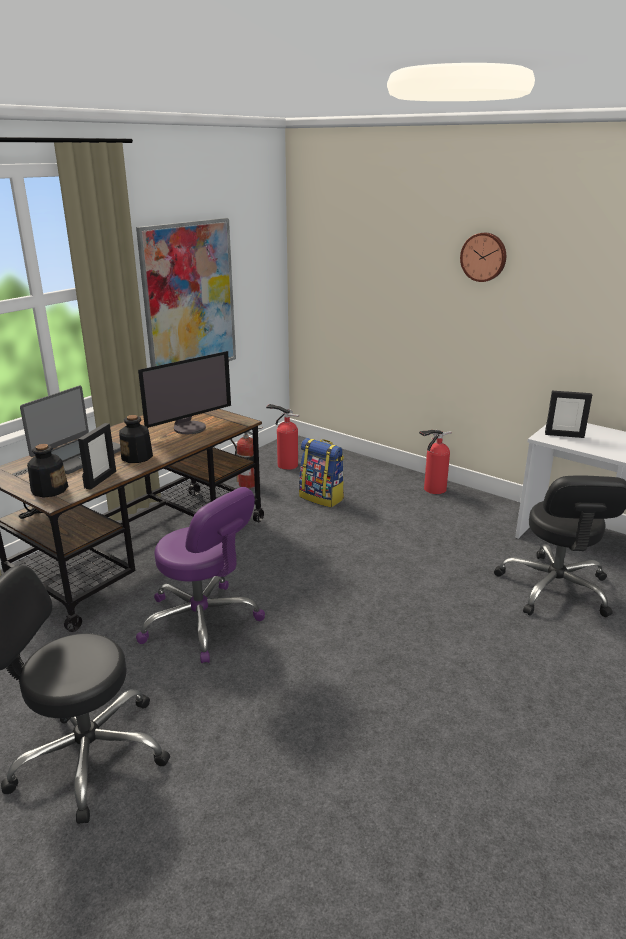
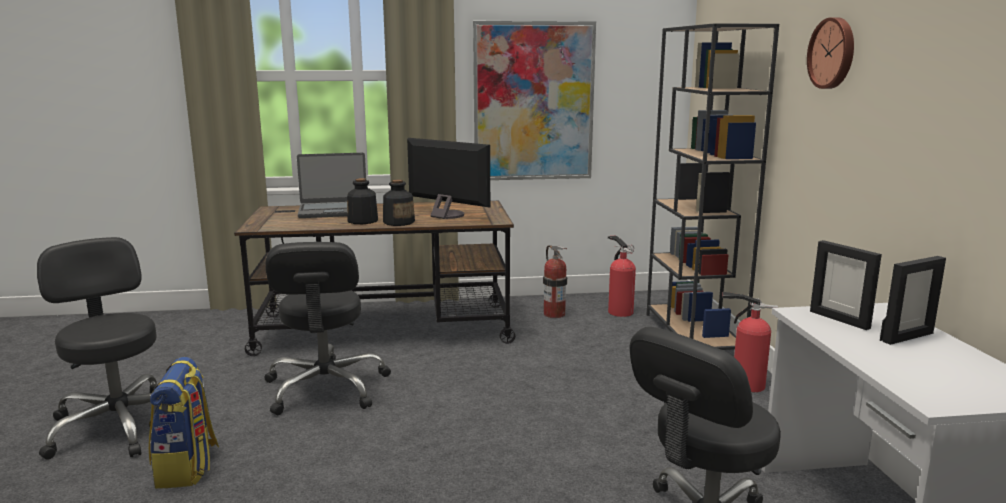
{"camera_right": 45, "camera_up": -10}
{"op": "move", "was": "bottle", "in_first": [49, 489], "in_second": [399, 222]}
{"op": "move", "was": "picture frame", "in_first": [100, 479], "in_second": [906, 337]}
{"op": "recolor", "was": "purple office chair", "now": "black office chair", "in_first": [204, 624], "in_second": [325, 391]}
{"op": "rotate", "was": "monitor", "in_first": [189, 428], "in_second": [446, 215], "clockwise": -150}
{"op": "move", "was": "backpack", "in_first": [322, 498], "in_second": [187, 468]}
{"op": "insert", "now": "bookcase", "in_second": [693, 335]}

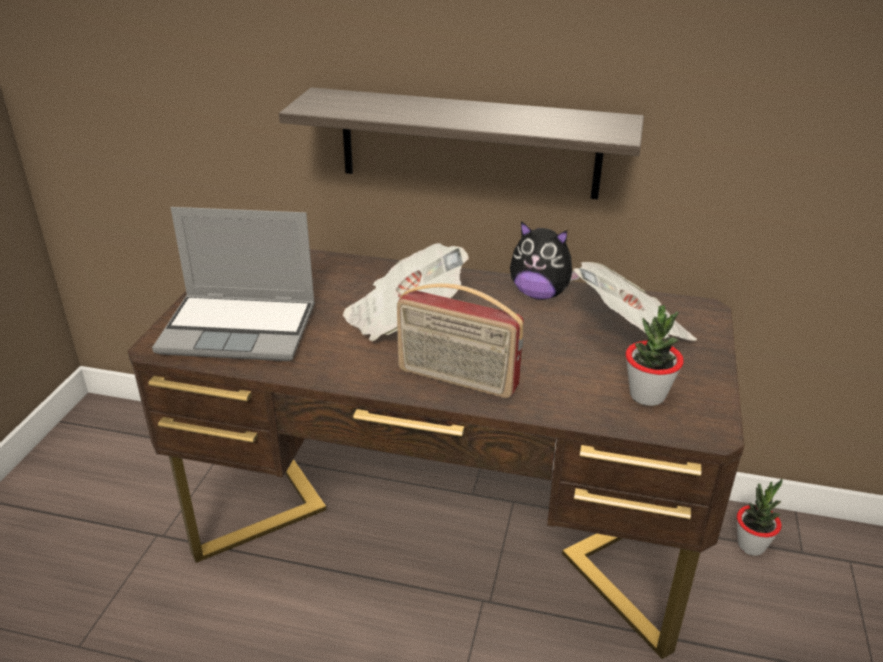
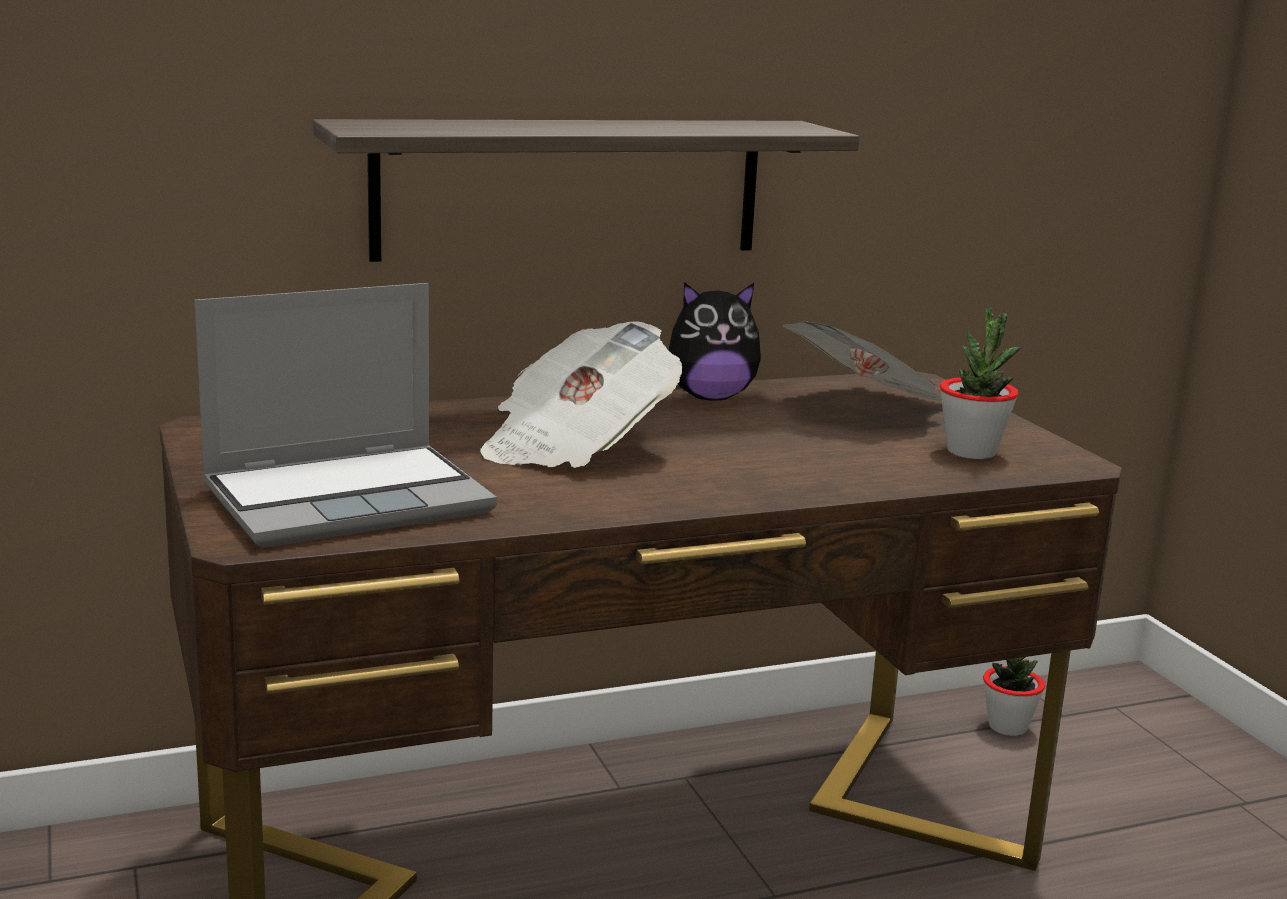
{"camera_right": -35, "camera_up": -15}
{"op": "delete", "was": "radio", "in_first": [456, 379]}

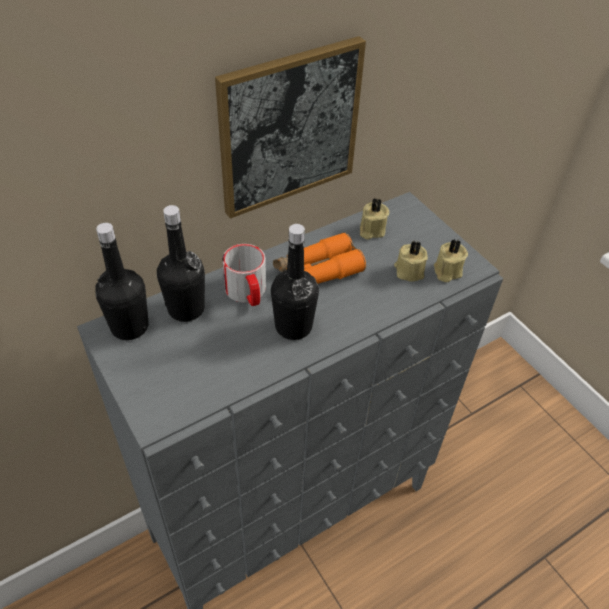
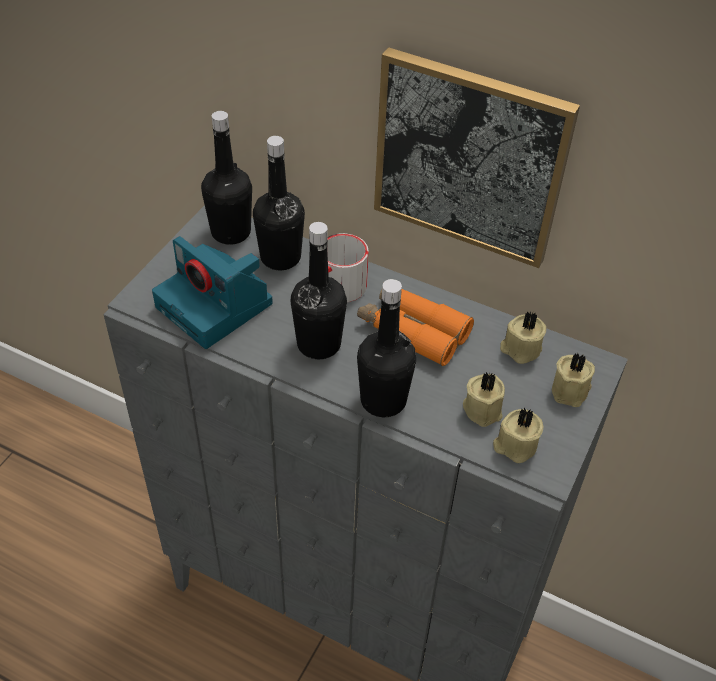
{"camera_right": 60, "camera_up": 0}
{"op": "insert", "now": "photo camera", "in_second": [216, 306]}
{"op": "insert", "now": "black bottle", "in_second": [383, 400]}
{"op": "insert", "now": "beige candle", "in_second": [571, 391]}

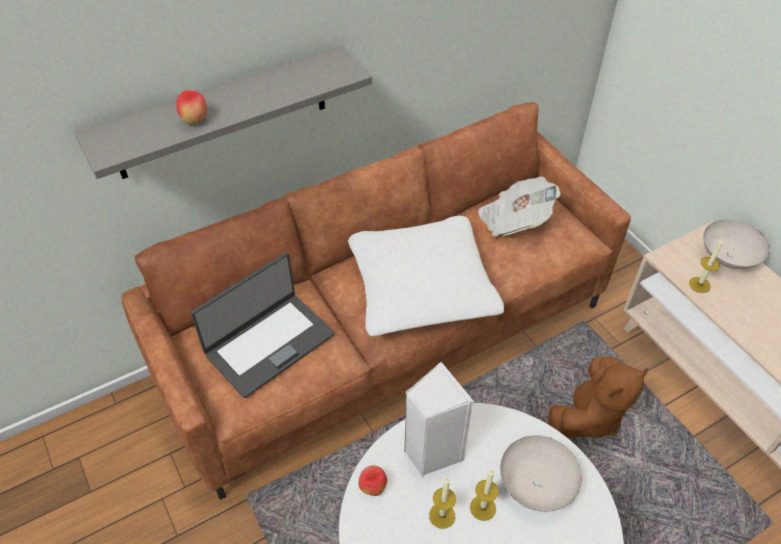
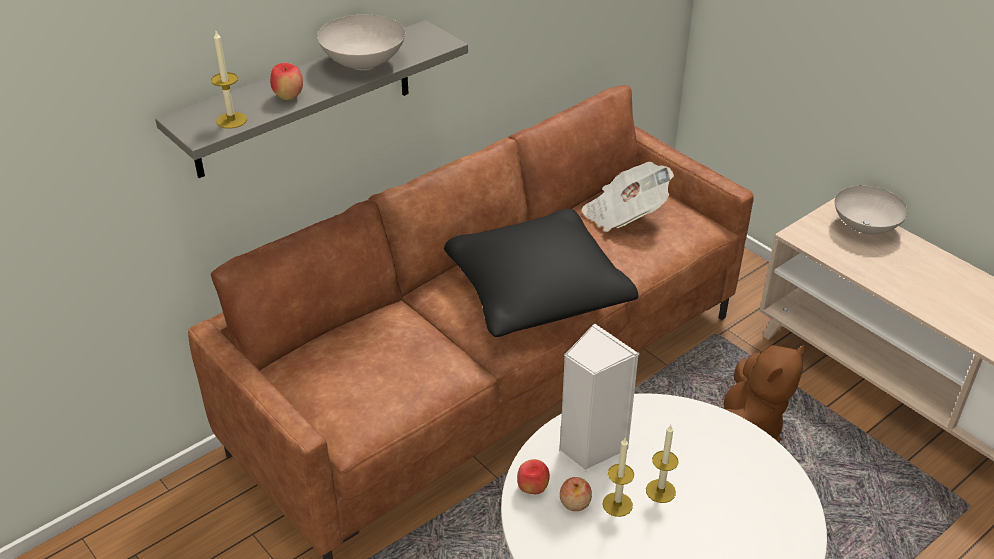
{"camera_right": -10, "camera_up": -10}
{"op": "delete", "was": "laptop", "in_first": [269, 343]}
{"op": "recolor", "was": "white pillow", "now": "black pillow", "in_first": [421, 288], "in_second": [536, 291]}
{"op": "move", "was": "white bowl", "in_first": [537, 486], "in_second": [364, 64]}
{"op": "move", "was": "candle", "in_first": [699, 285], "in_second": [231, 120]}
{"op": "insert", "now": "apple", "in_second": [575, 502]}

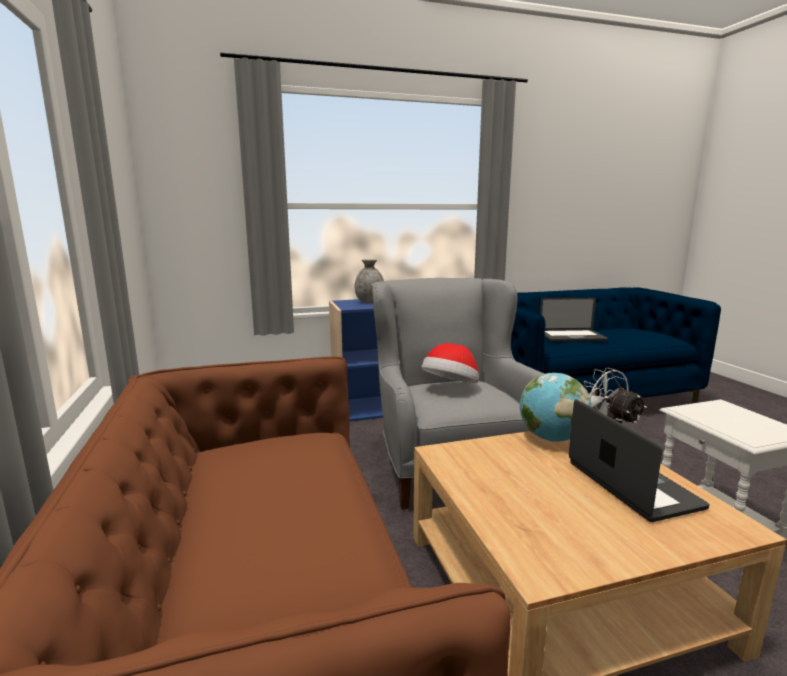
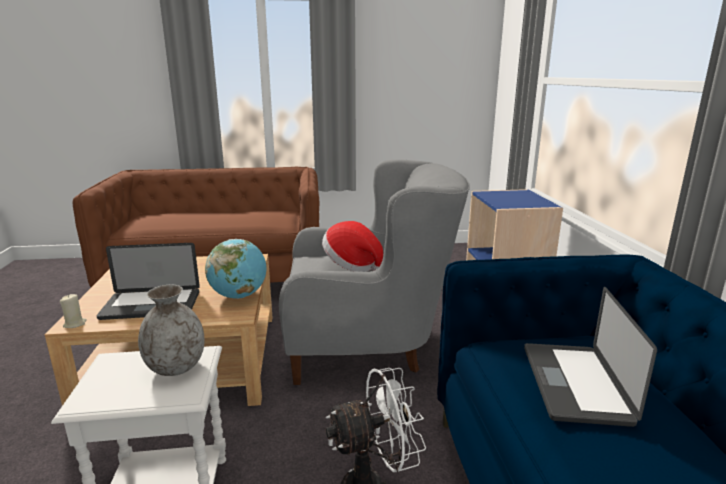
{"camera_right": 100, "camera_up": 5}
{"op": "move", "was": "grey vase", "in_first": [370, 302], "in_second": [175, 367]}
{"op": "insert", "now": "beige candle", "in_second": [75, 324]}

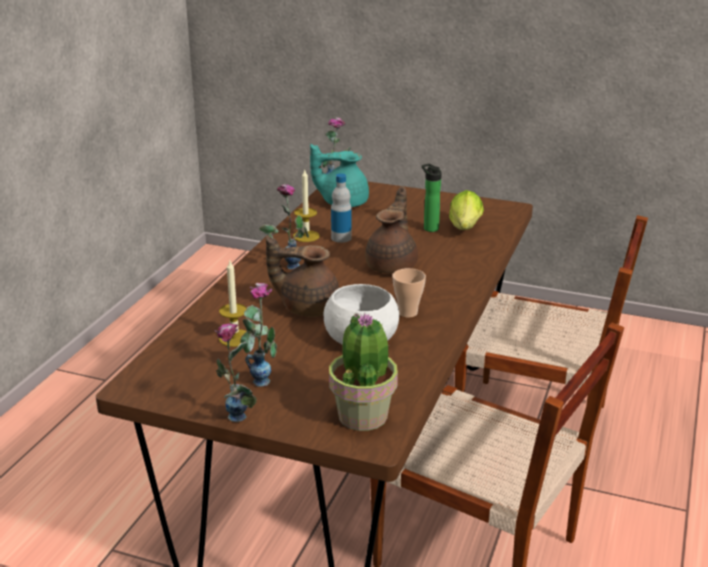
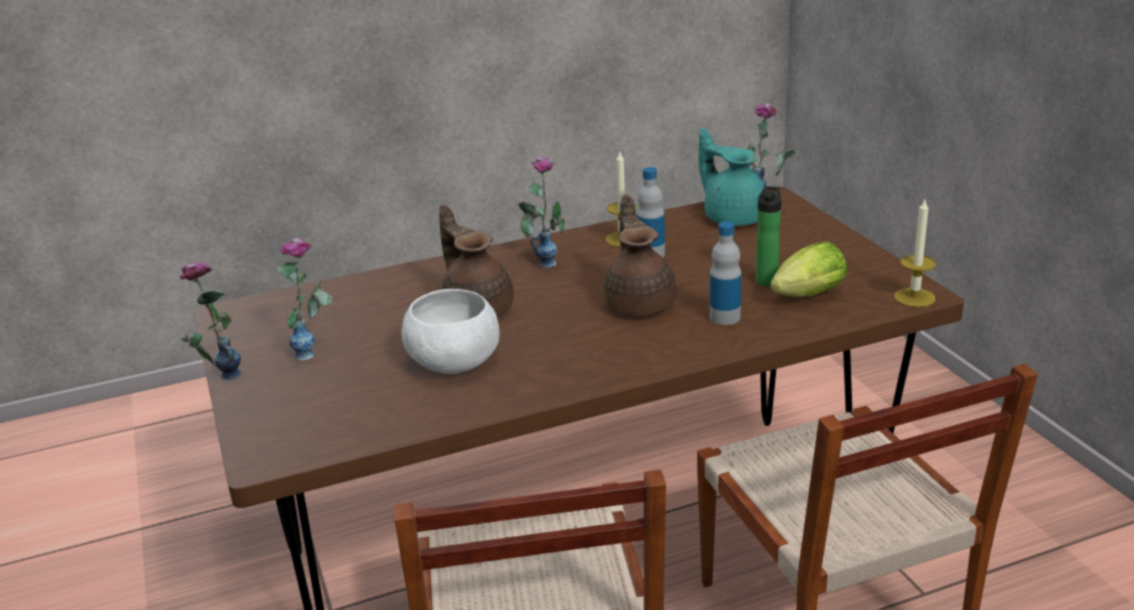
{"camera_right": 50, "camera_up": 0}
{"op": "move", "was": "candle", "in_first": [235, 338], "in_second": [914, 297]}
{"op": "delete", "was": "potted plant", "in_first": [363, 415]}
{"op": "rotate", "was": "brown teapot", "in_first": [393, 265], "in_second": [640, 303], "clockwise": -75}
{"op": "delete", "was": "cup", "in_first": [408, 313]}
{"op": "insert", "now": "bottle", "in_second": [725, 317]}

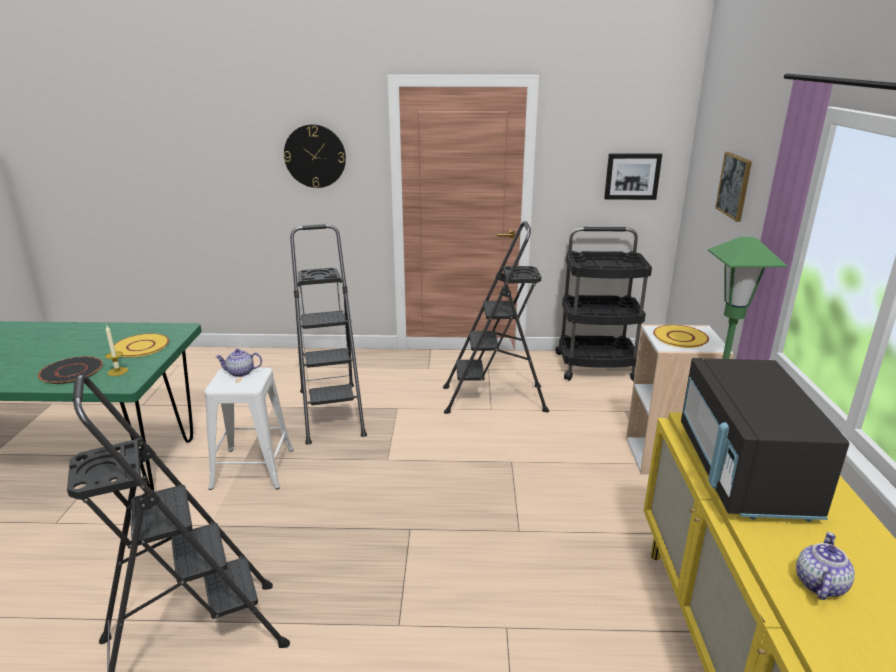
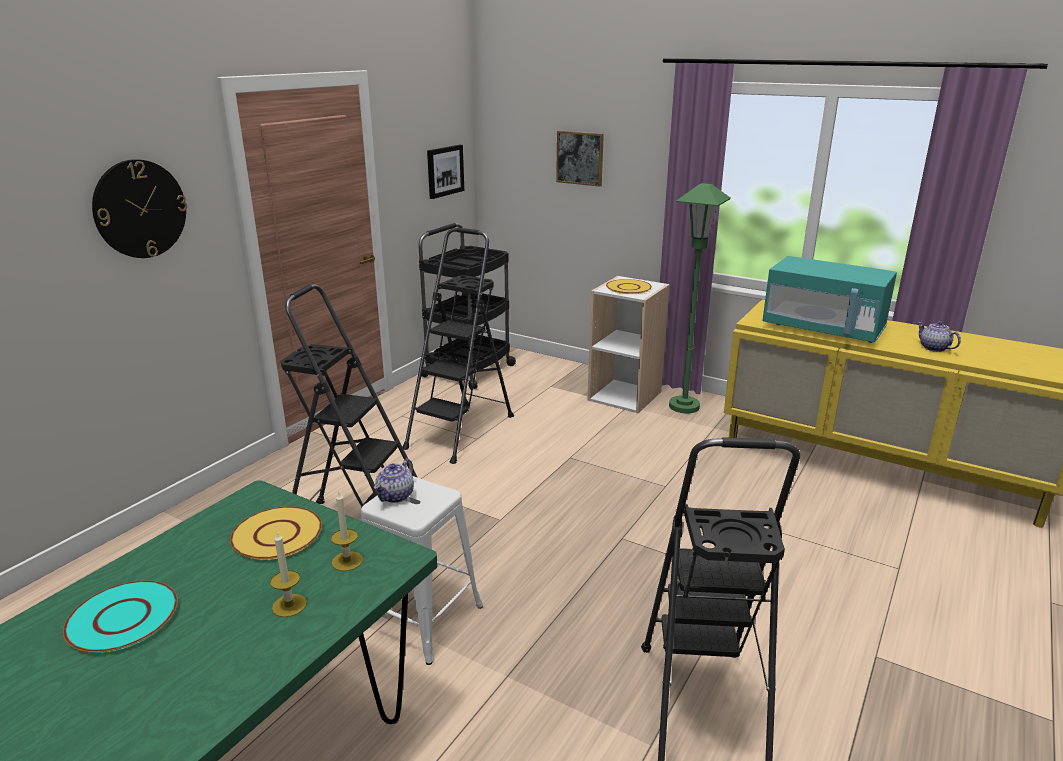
{"camera_right": -60, "camera_up": 0}
{"op": "replace", "was": "black plate", "now": "candle", "in_first": [71, 371], "in_second": [289, 605]}
{"op": "recolor", "was": "black microwave", "now": "turquoise microwave", "in_first": [743, 473], "in_second": [823, 329]}
{"op": "insert", "now": "turquoise plate", "in_second": [122, 617]}

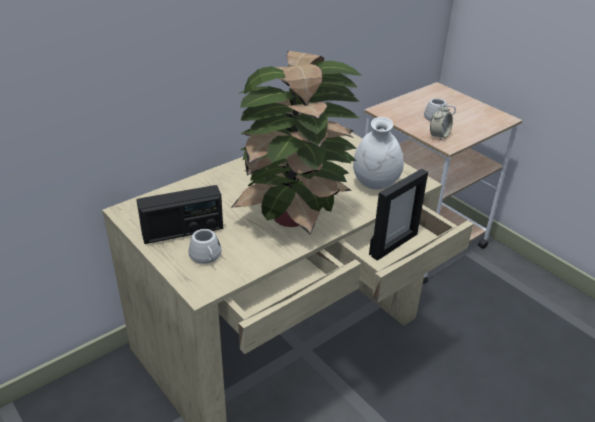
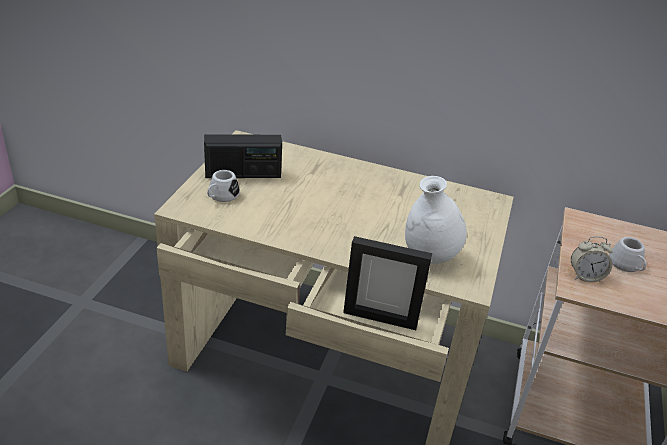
{"camera_right": 55, "camera_up": 0}
{"op": "rotate", "was": "radio", "in_first": [183, 231], "in_second": [243, 174], "clockwise": -45}
{"op": "delete", "was": "potted plant", "in_first": [292, 218]}

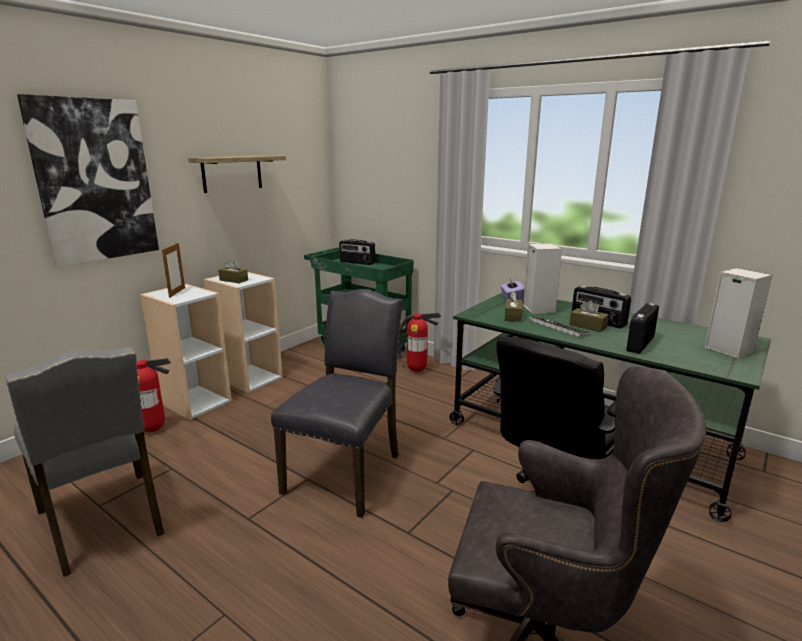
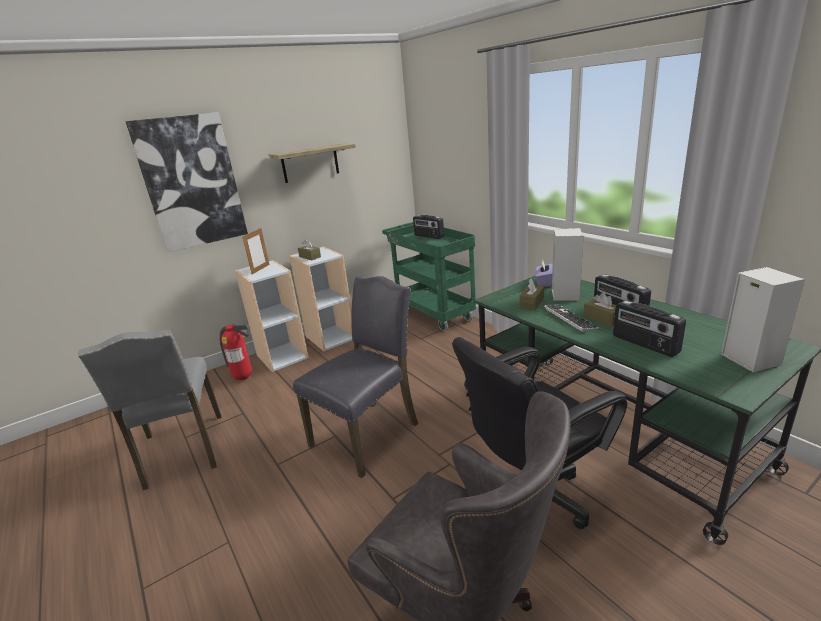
{"camera_right": 20, "camera_up": 5}
{"op": "delete", "was": "fire extinguisher", "in_first": [417, 370]}
{"op": "rotate", "was": "radio", "in_first": [639, 344], "in_second": [644, 344], "clockwise": -90}

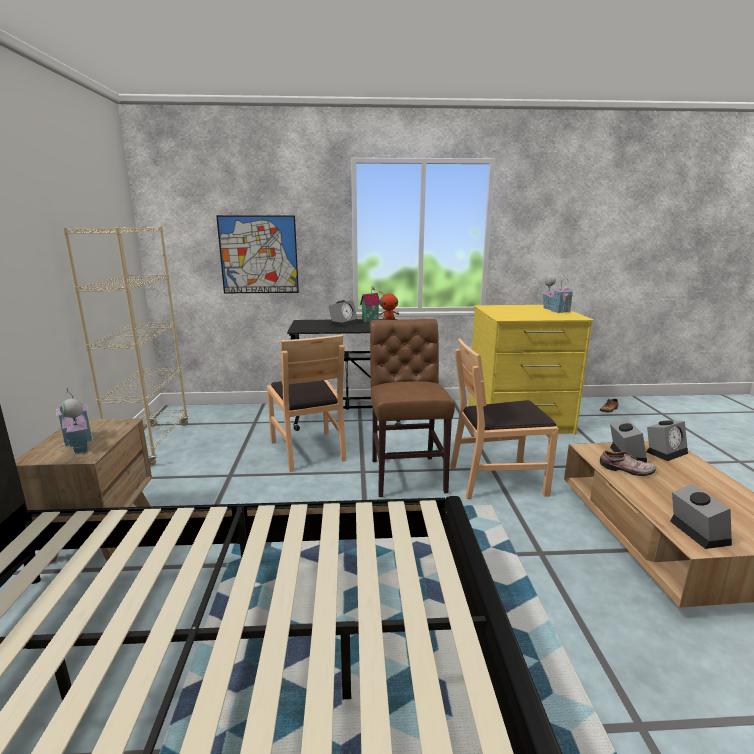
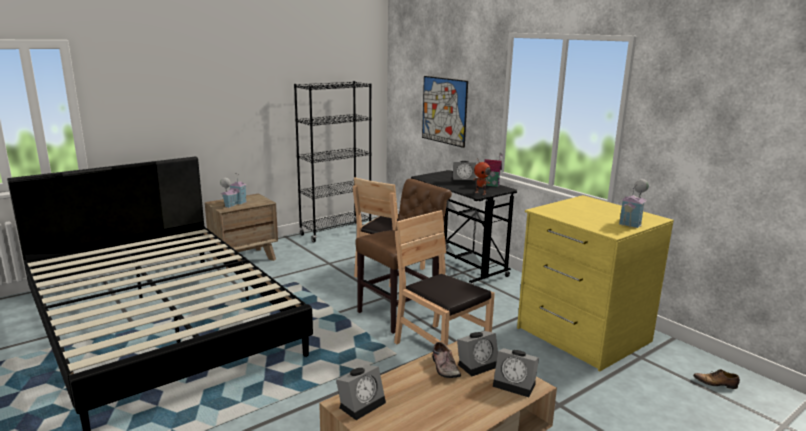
{"camera_right": 55, "camera_up": 0}
{"op": "recolor", "was": "beige bookcase", "now": "black bookcase", "in_first": [152, 444], "in_second": [336, 232]}

